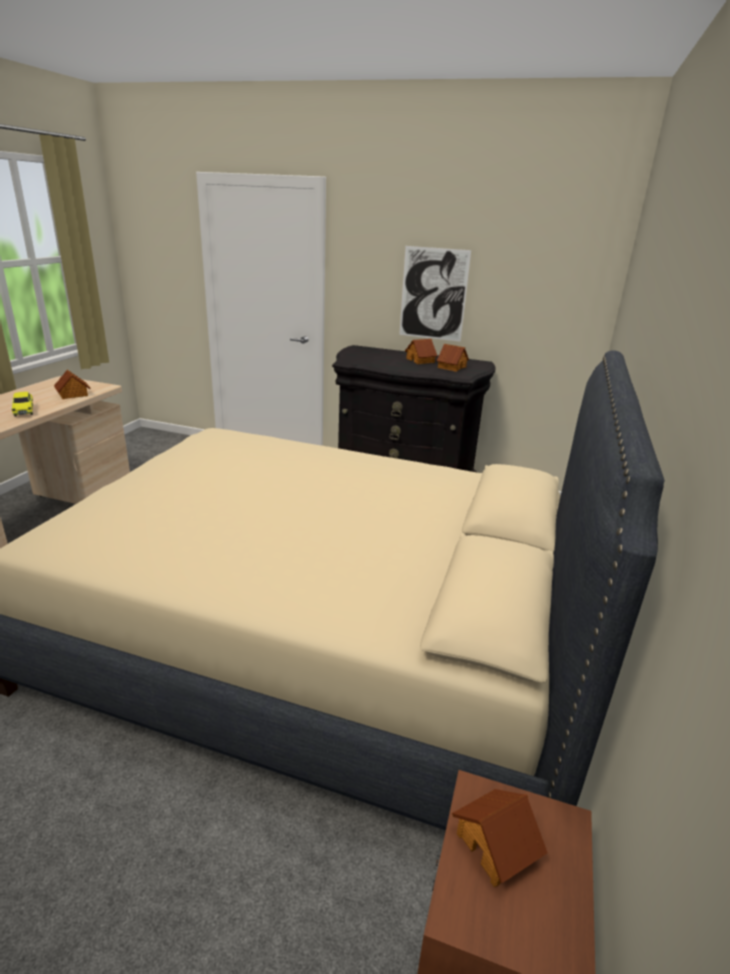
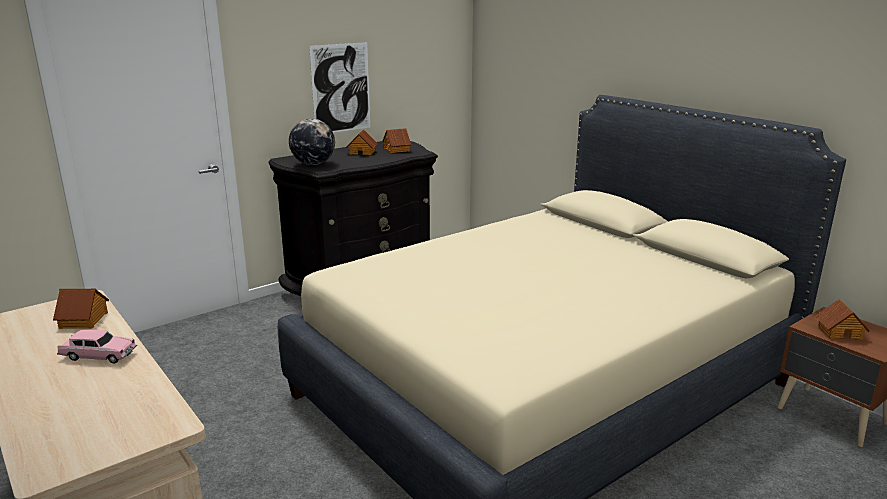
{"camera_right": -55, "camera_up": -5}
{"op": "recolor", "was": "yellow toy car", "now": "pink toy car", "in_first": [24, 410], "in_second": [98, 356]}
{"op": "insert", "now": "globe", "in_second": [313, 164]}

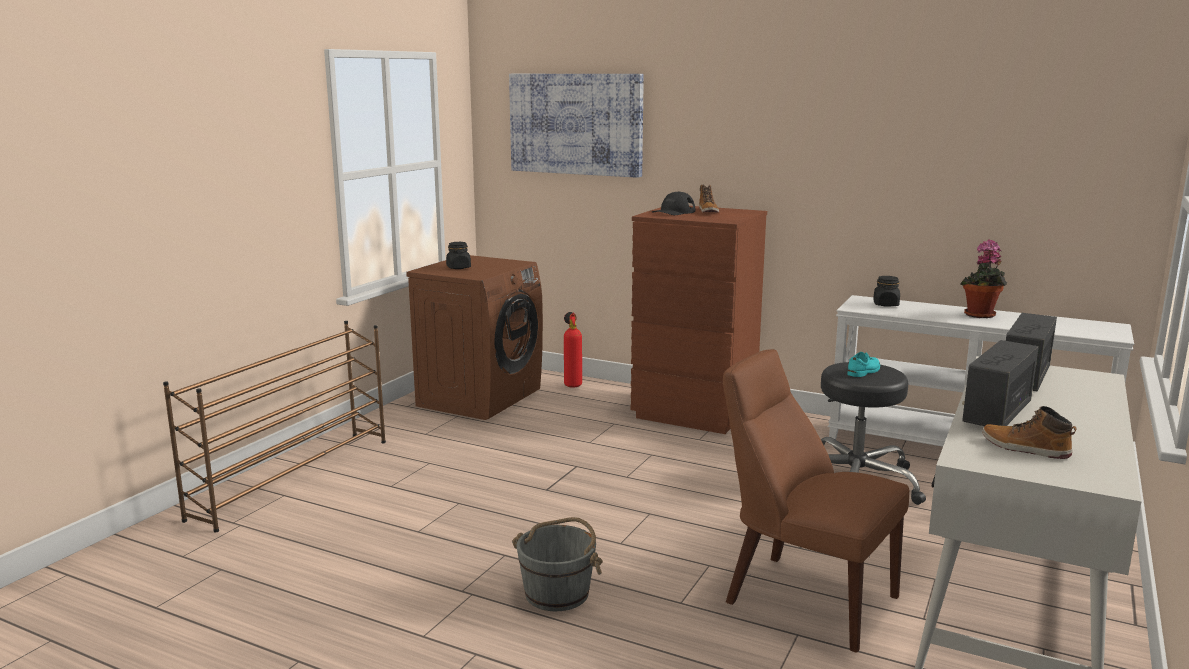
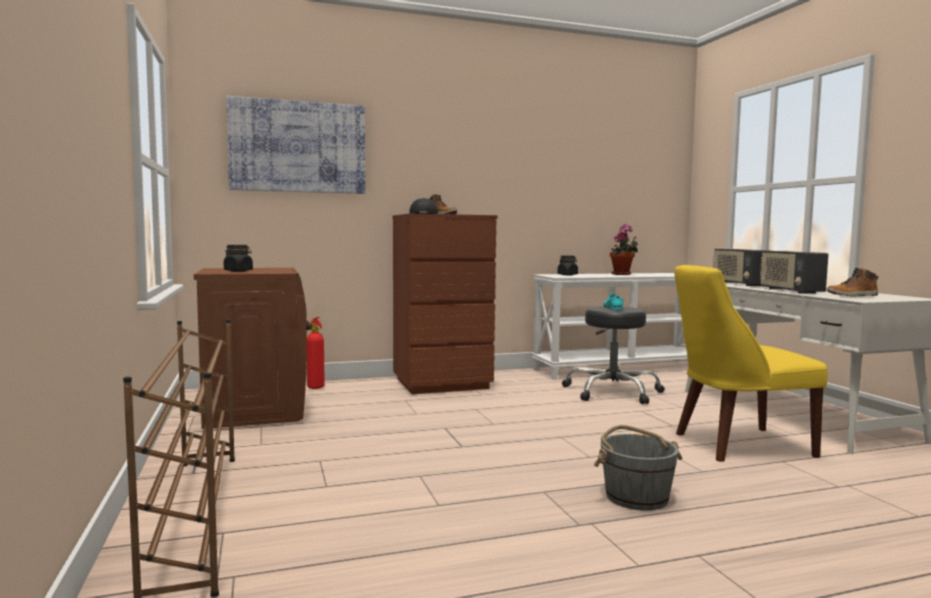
{"camera_right": -45, "camera_up": -10}
{"op": "recolor", "was": "brown chair", "now": "yellow chair", "in_first": [804, 597], "in_second": [737, 445]}

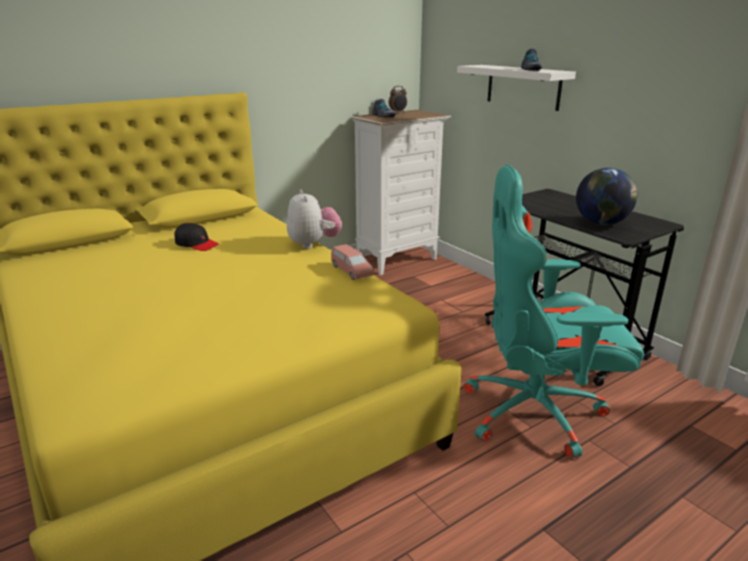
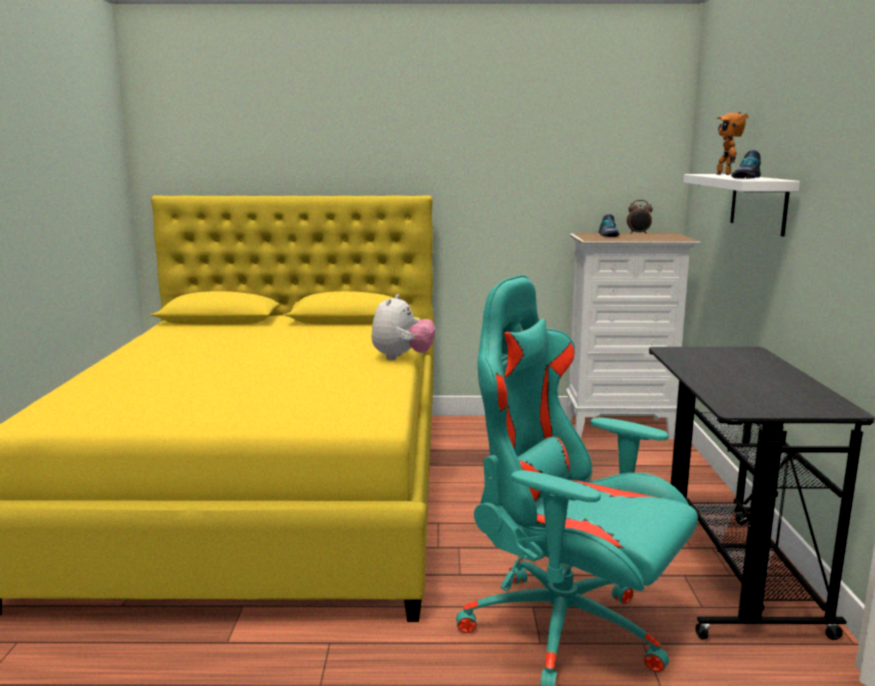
{"camera_right": 35, "camera_up": -10}
{"op": "delete", "was": "black cap", "in_first": [197, 244]}
{"op": "delete", "was": "pink toy car", "in_first": [351, 271]}
{"op": "delete", "was": "globe", "in_first": [601, 223]}
{"op": "insert", "now": "toy robot", "in_second": [725, 174]}

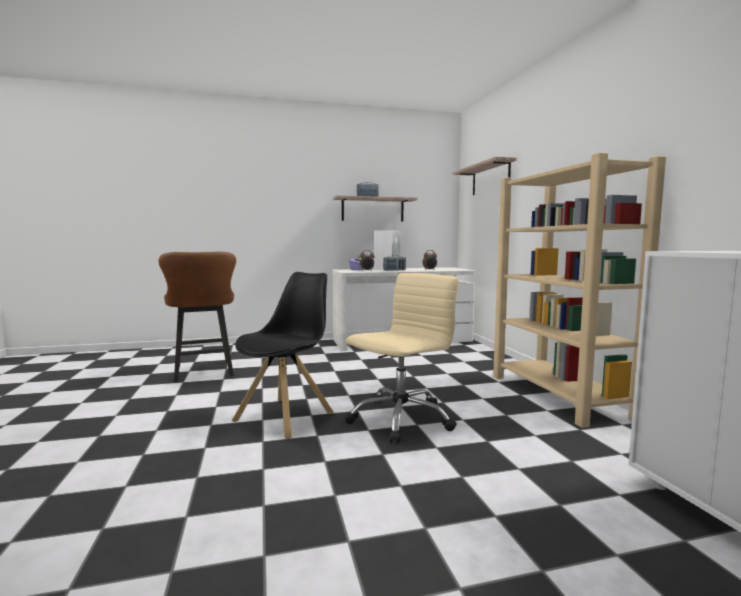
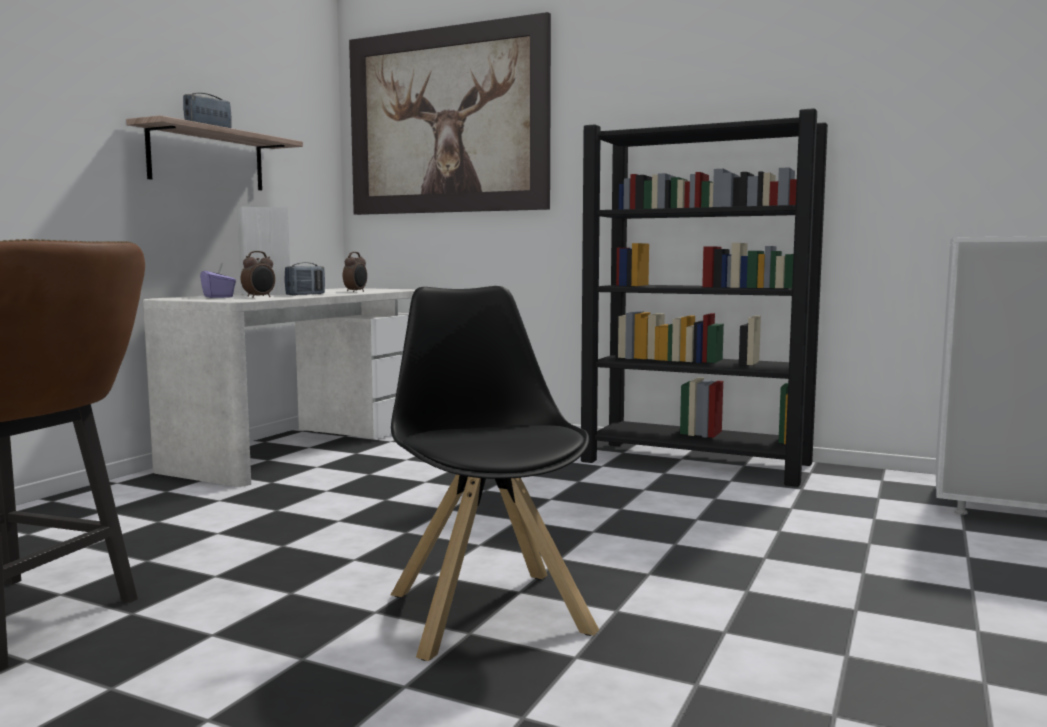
{"camera_right": -50, "camera_up": 0}
{"op": "delete", "was": "beige office chair", "in_first": [400, 419]}
{"op": "replace", "was": "shelf", "now": "picture", "in_first": [490, 178], "in_second": [446, 121]}
{"op": "recolor", "was": "beige bookcase", "now": "black bookcase", "in_first": [558, 395], "in_second": [696, 462]}

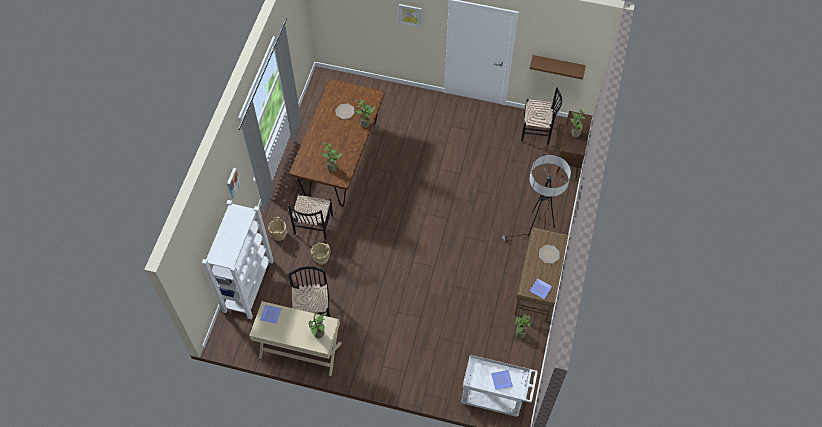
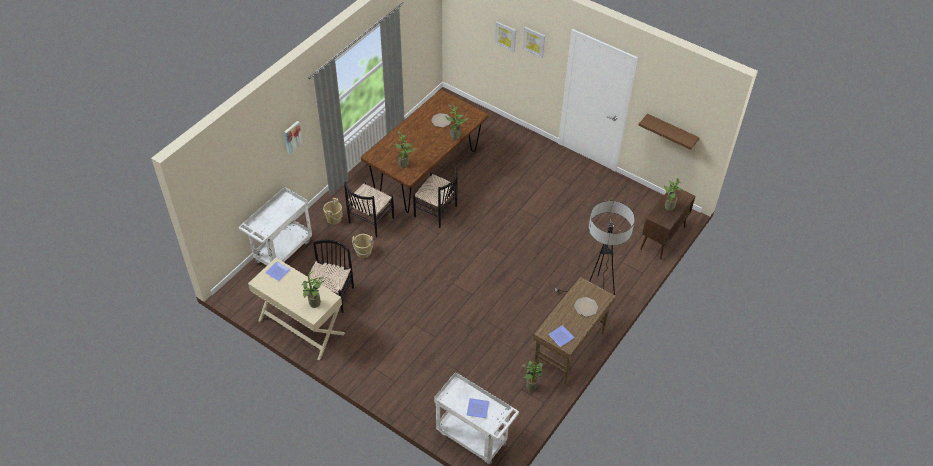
{"camera_right": 20, "camera_up": -10}
{"op": "replace", "was": "white bookcase", "now": "white cart", "in_first": [248, 285], "in_second": [282, 254]}
{"op": "move", "was": "black chair", "in_first": [537, 131], "in_second": [437, 212]}
{"op": "insert", "now": "picture", "in_second": [505, 36]}

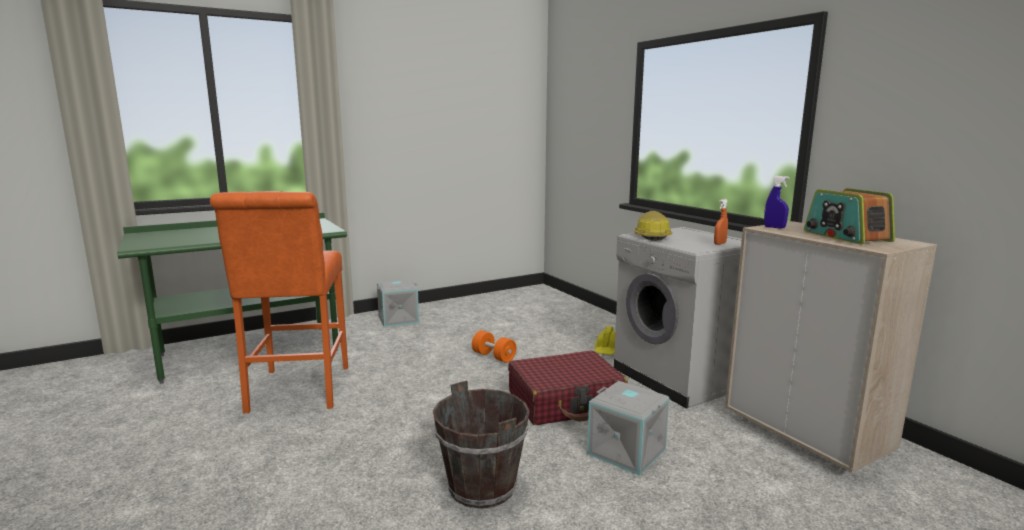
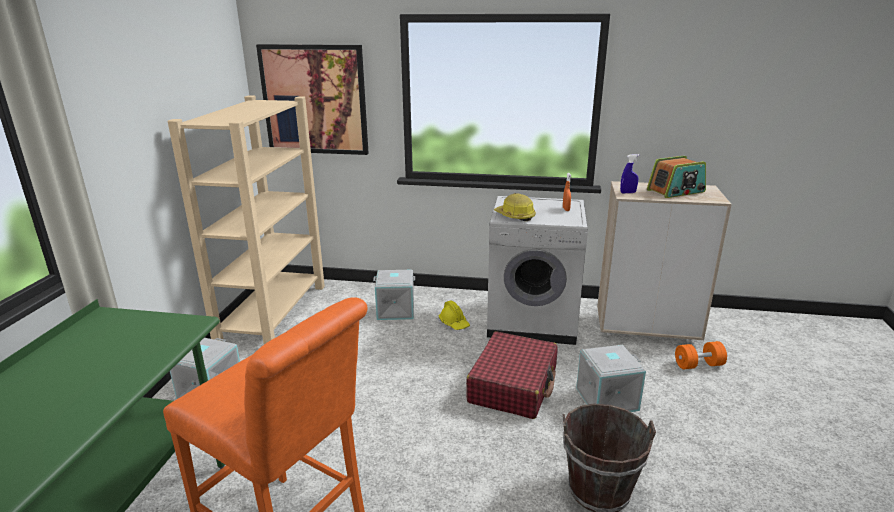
{"camera_right": -50, "camera_up": 10}
{"op": "move", "was": "orange dumbbell", "in_first": [494, 356], "in_second": [698, 365]}
{"op": "rotate", "was": "radio", "in_first": [846, 236], "in_second": [676, 191], "clockwise": -45}
{"op": "insert", "now": "beige bookcase", "in_second": [273, 313]}
{"op": "insert", "now": "picture", "in_second": [314, 100]}
{"op": "insert", "now": "grey storage box", "in_second": [396, 310]}

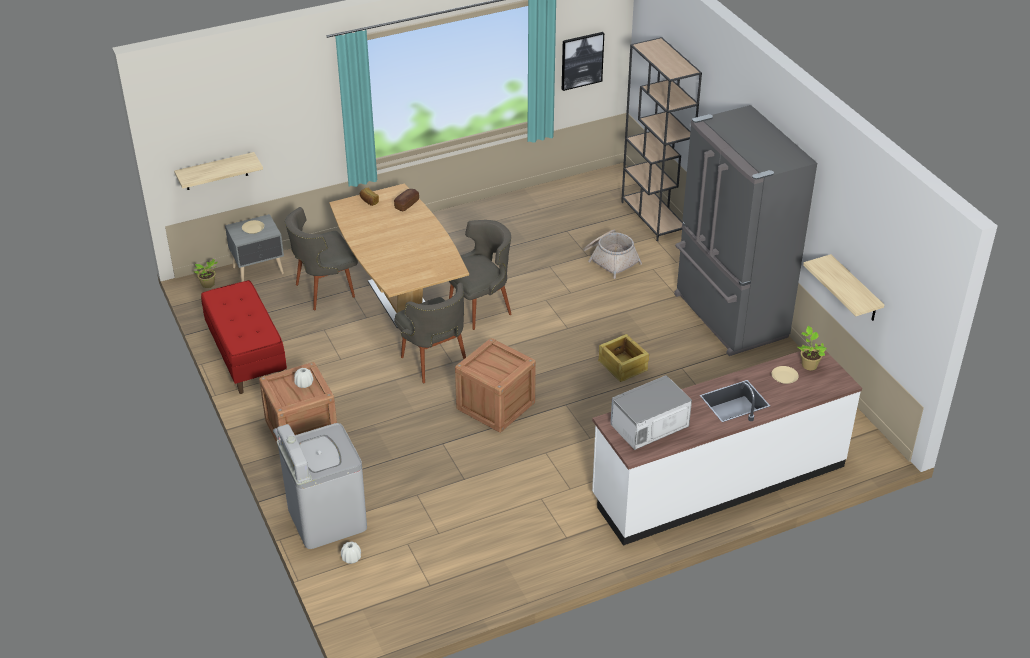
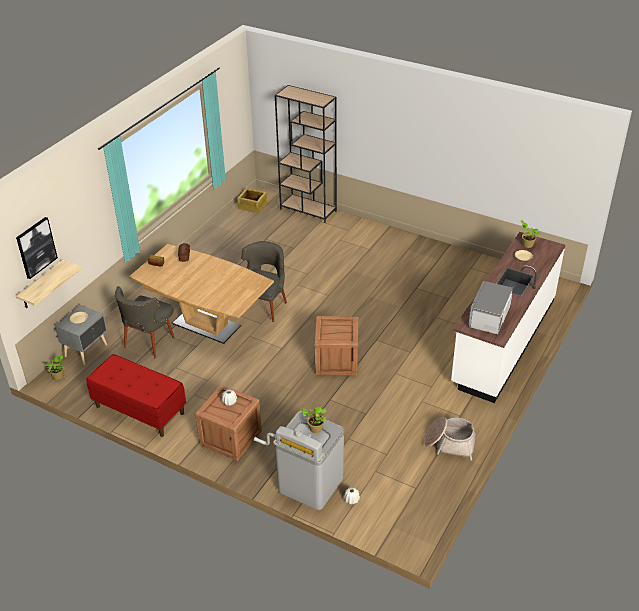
{"camera_right": -35, "camera_up": 0}
{"op": "delete", "was": "grey chair", "in_first": [434, 361]}
{"op": "move", "was": "picture", "in_first": [581, 60], "in_second": [36, 247]}
{"op": "move", "was": "basket", "in_first": [610, 259], "in_second": [449, 443]}
{"op": "move", "was": "crate", "in_first": [622, 366], "in_second": [252, 206]}
{"op": "delete", "was": "grey fridge", "in_first": [728, 316]}
{"op": "delete", "was": "shelf", "in_first": [855, 289]}
{"op": "insert", "now": "potted plant", "in_second": [314, 429]}

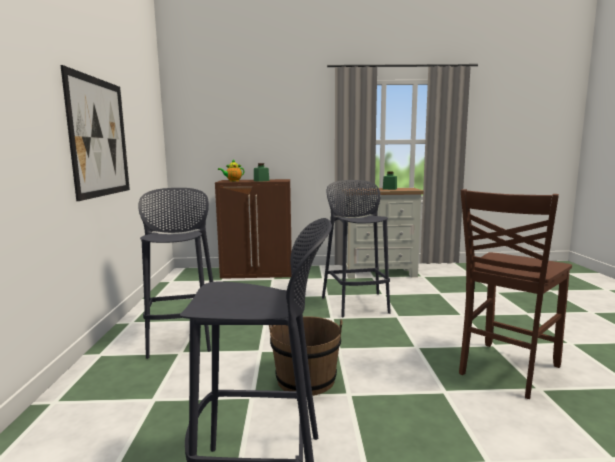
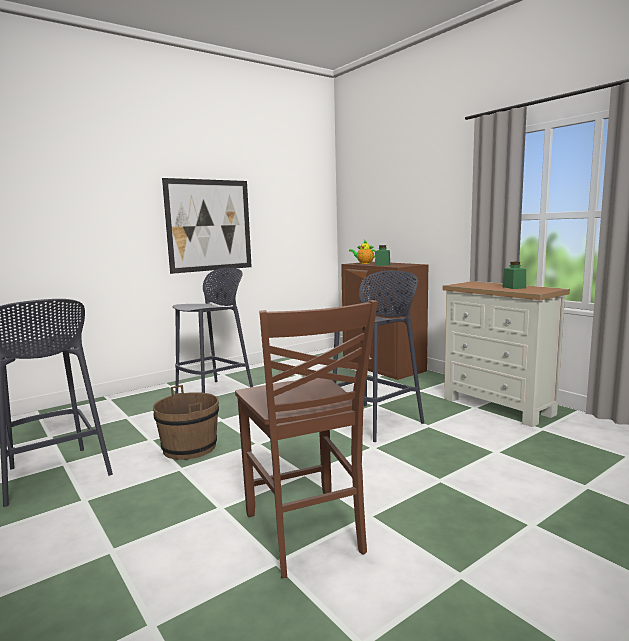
{"camera_right": 55, "camera_up": 0}
{"op": "rotate", "was": "brown chair", "in_first": [506, 370], "in_second": [305, 534], "clockwise": -120}

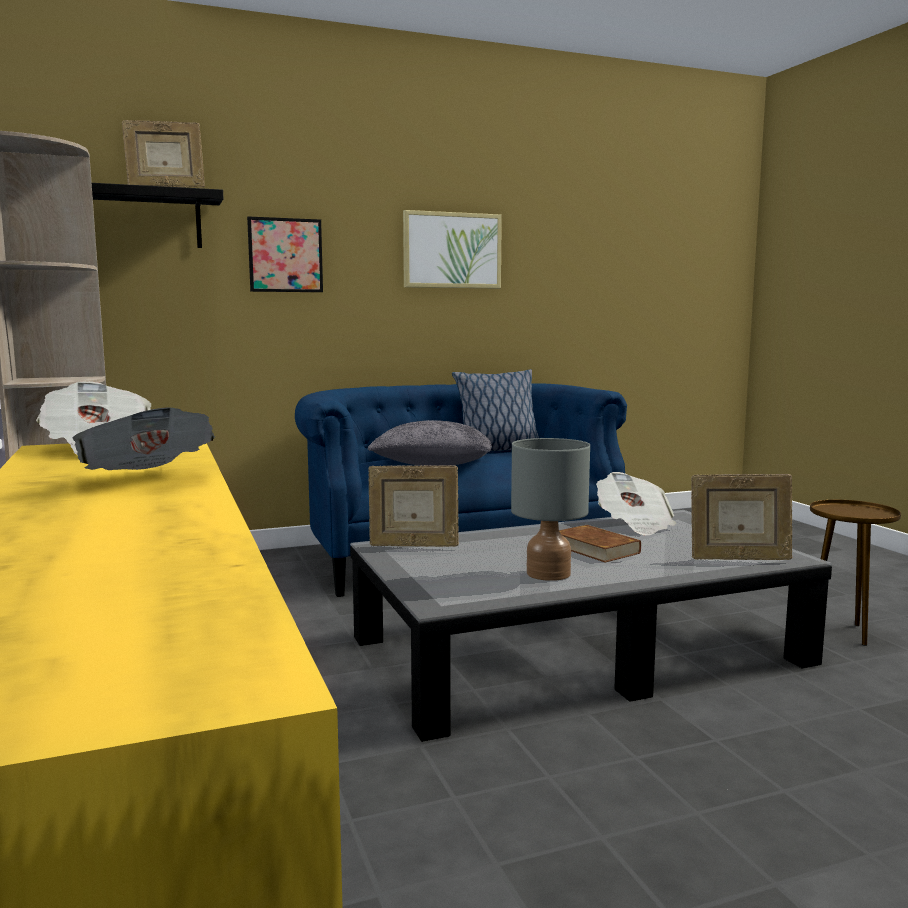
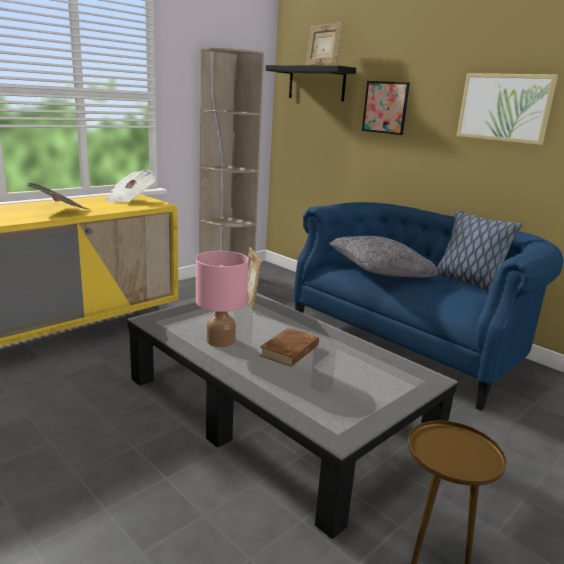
{"camera_right": 65, "camera_up": 10}
{"op": "recolor", "was": "grey table lamp", "now": "pink table lamp", "in_first": [548, 574], "in_second": [220, 341]}
{"op": "delete", "was": "newspaper", "in_first": [634, 524]}
{"op": "delete", "was": "picture frame", "in_first": [738, 559]}

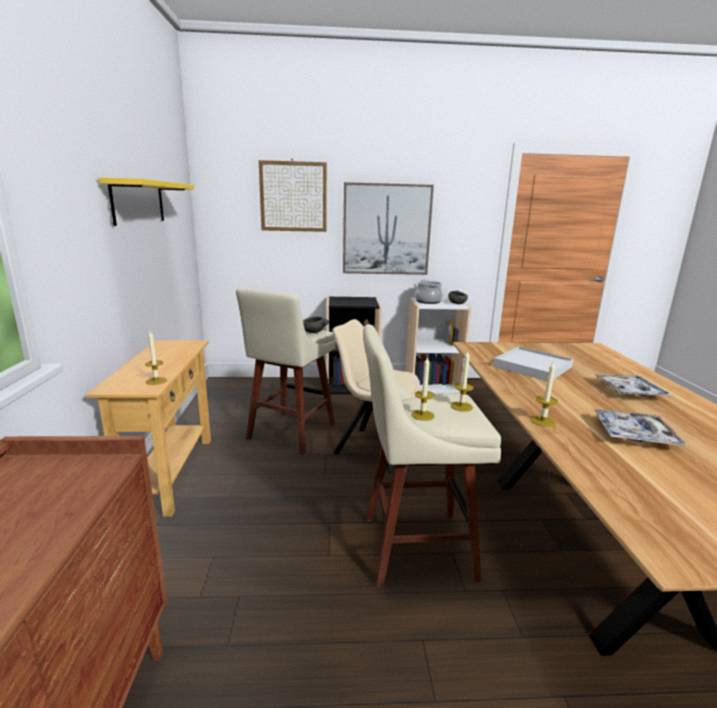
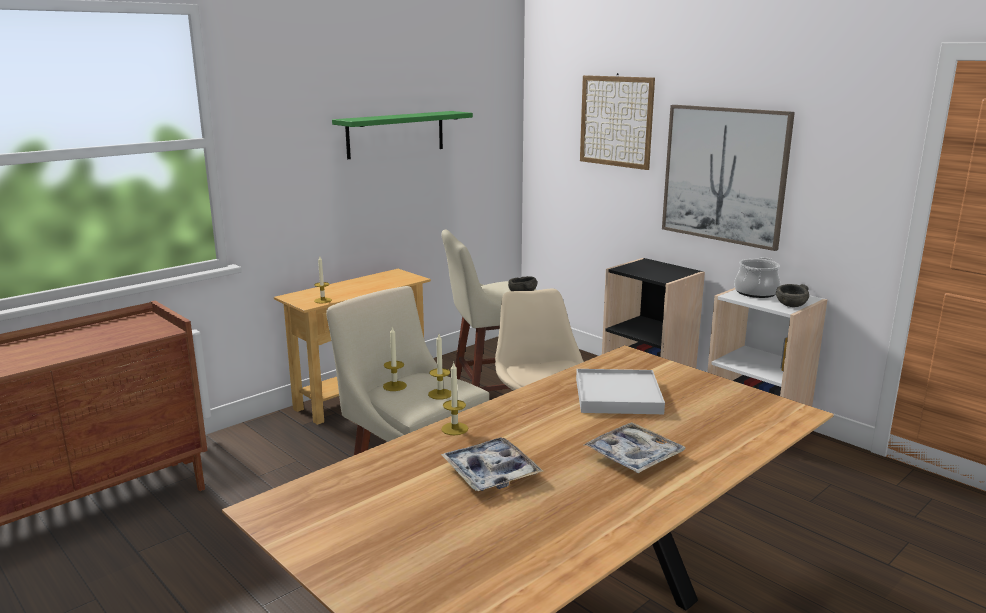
{"camera_right": 50, "camera_up": 0}
{"op": "recolor", "was": "yellow shelf", "now": "green shelf", "in_first": [138, 202], "in_second": [396, 134]}

